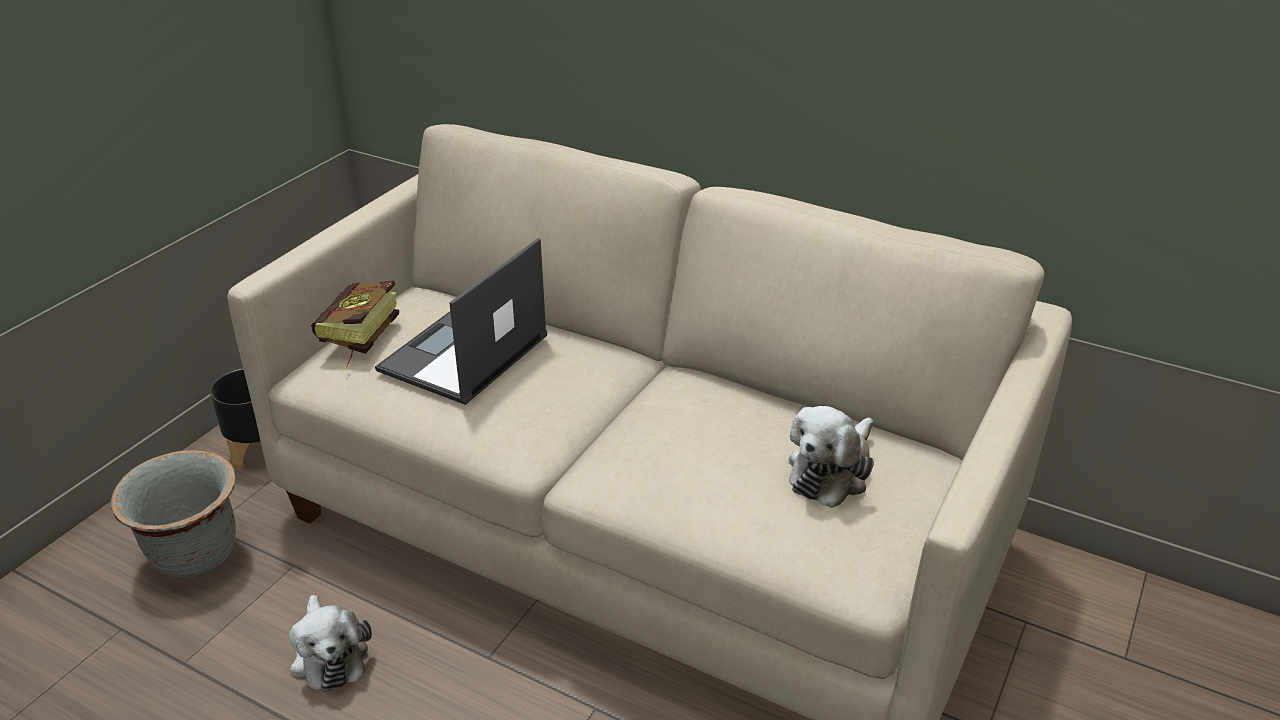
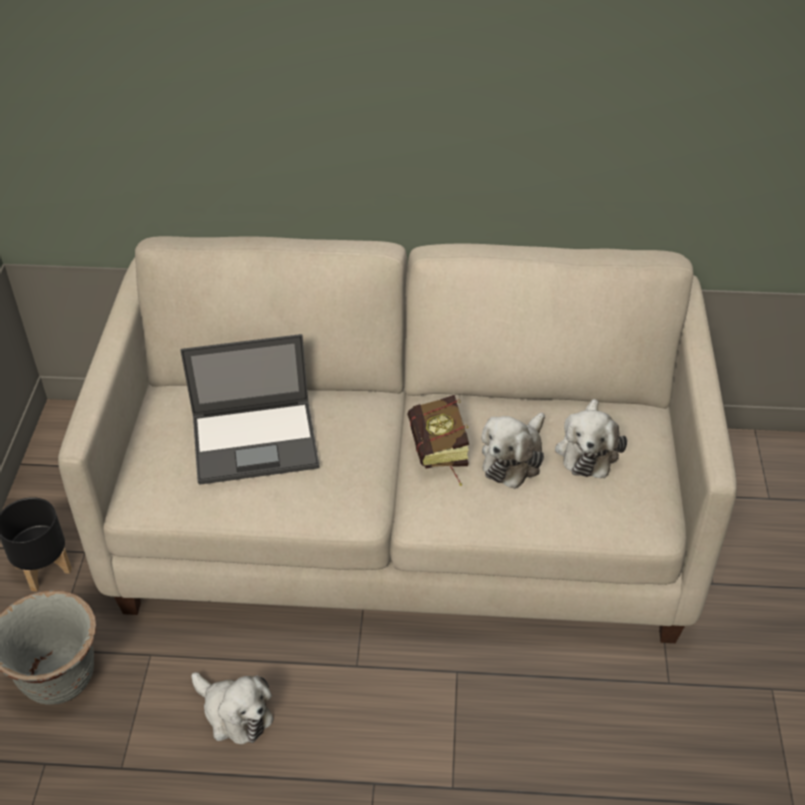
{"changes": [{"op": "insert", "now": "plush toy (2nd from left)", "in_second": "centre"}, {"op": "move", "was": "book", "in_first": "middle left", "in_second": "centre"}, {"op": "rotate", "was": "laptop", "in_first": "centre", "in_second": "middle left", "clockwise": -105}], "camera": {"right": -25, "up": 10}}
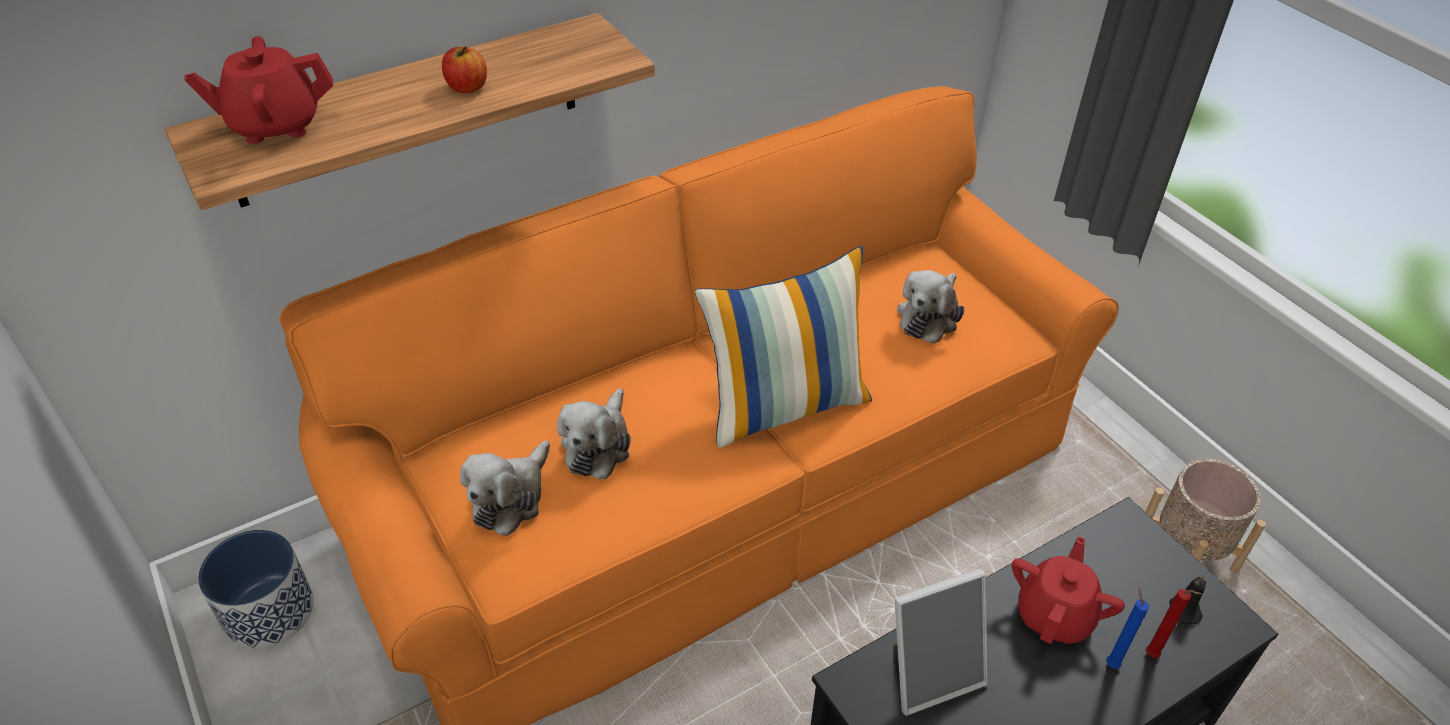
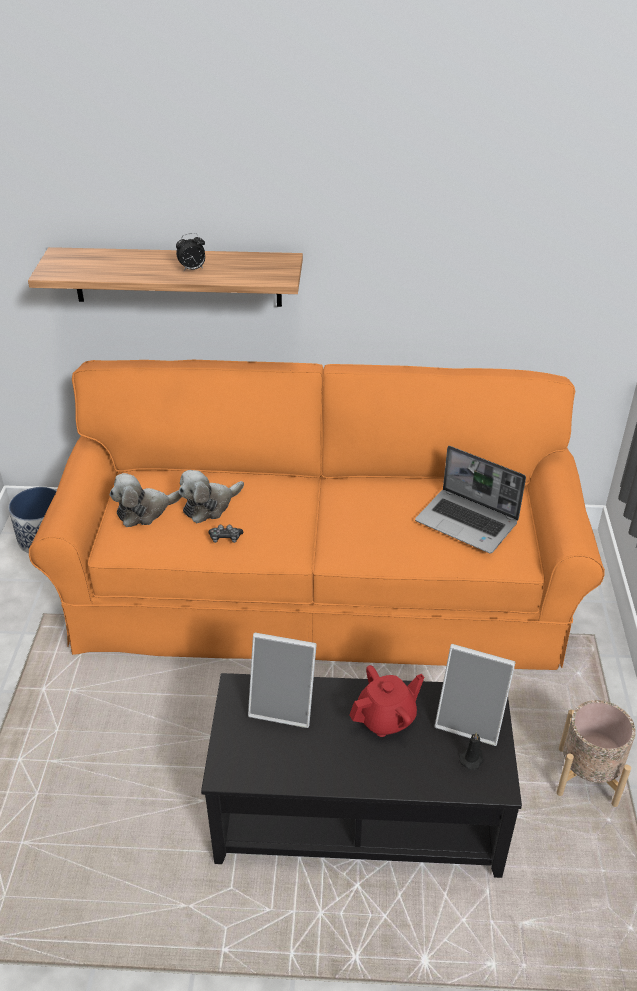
{"changes": [{"op": "delete", "was": "red teapot (1st from left)", "in_first": "top left"}, {"op": "delete", "was": "pillow", "in_first": "centre"}, {"op": "delete", "was": "blue candle", "in_first": "bottom right"}, {"op": "delete", "was": "red candle", "in_first": "bottom right"}, {"op": "insert", "now": "game controller", "in_second": "centre"}, {"op": "insert", "now": "picture frame (2nd from left)", "in_second": "bottom right"}, {"op": "replace", "was": "apple", "now": "alarm clock", "in_first": "top left", "in_second": "top left"}, {"op": "replace", "was": "plush toy (3rd from left)", "now": "laptop", "in_first": "centre", "in_second": "middle right"}], "camera": {"right": 35, "up": -5}}
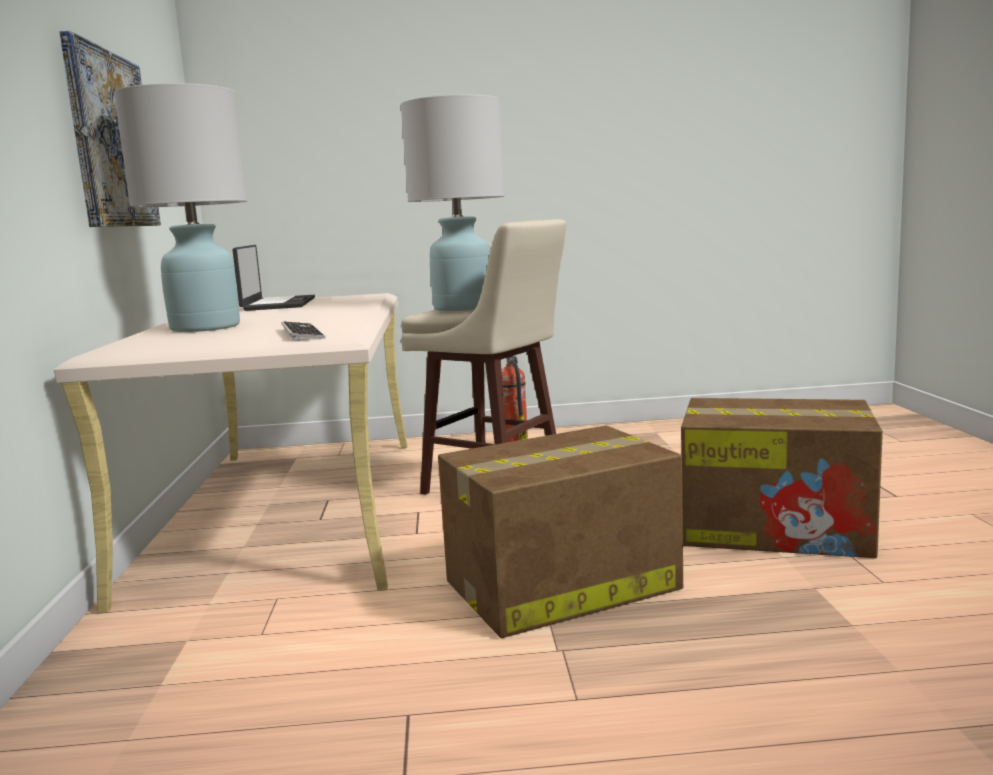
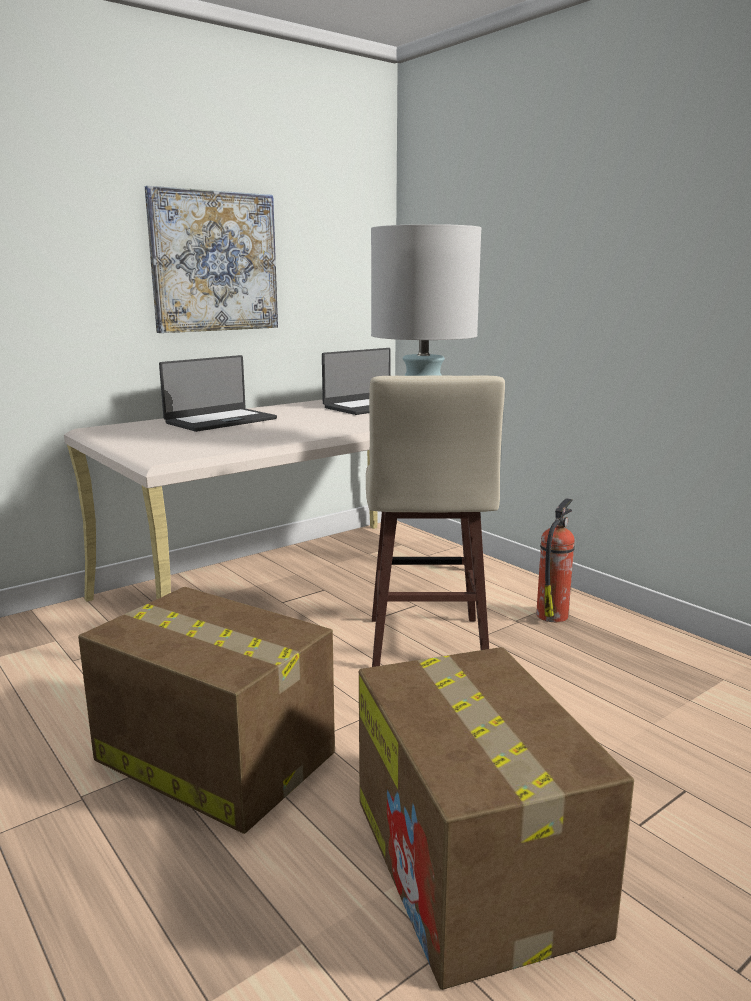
{"changes": [{"op": "delete", "was": "keyboard", "in_first": "middle left"}, {"op": "replace", "was": "white table lamp (1st from left)", "now": "laptop (1st from left)", "in_first": "top left", "in_second": "middle left"}], "camera": {"right": 55, "up": 5}}
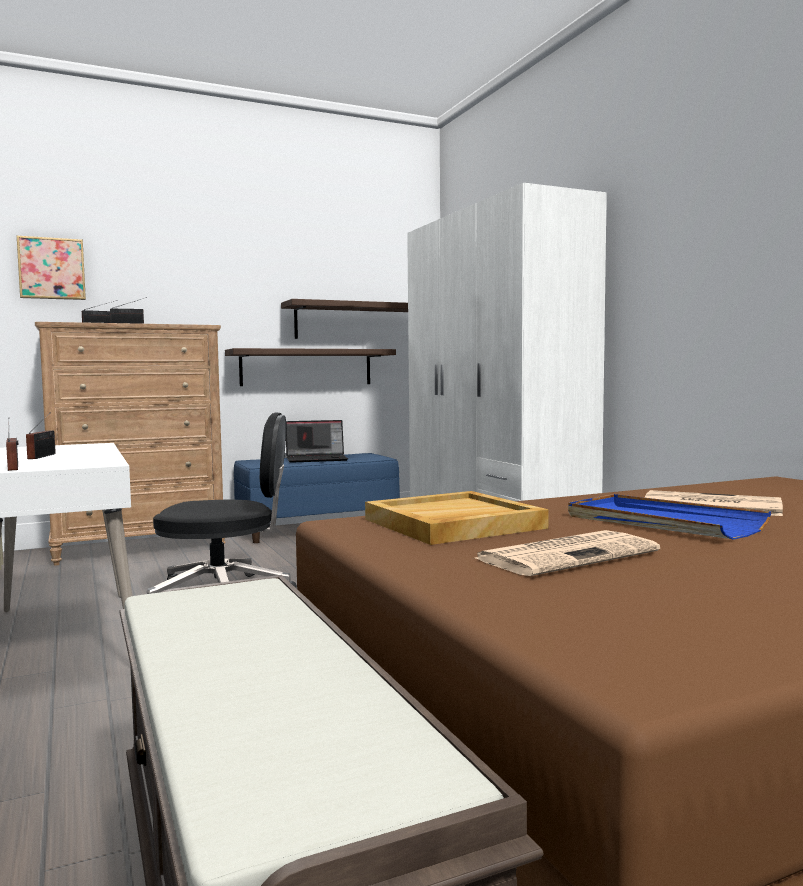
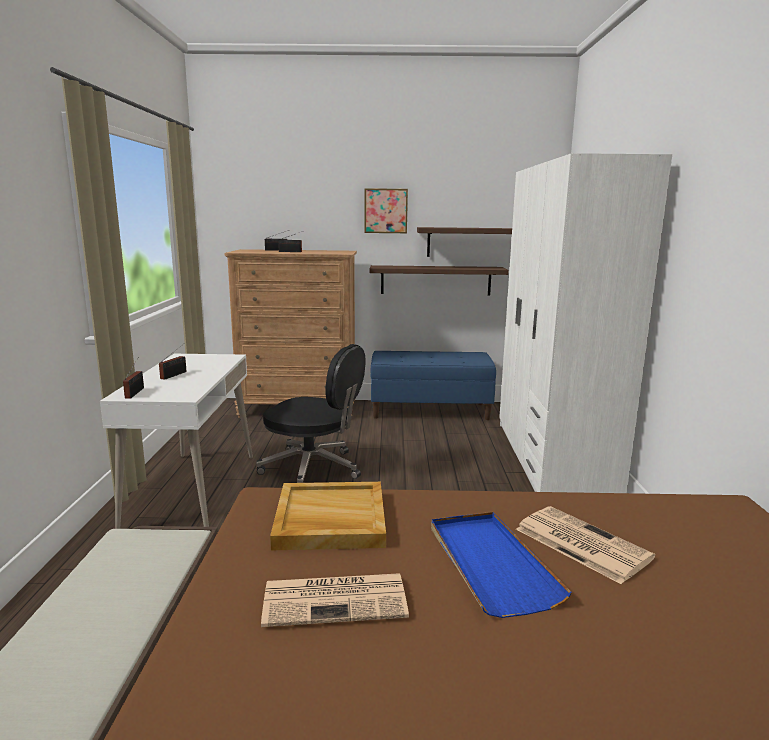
{"changes": [{"op": "delete", "was": "laptop", "in_first": "centre"}, {"op": "move", "was": "picture", "in_first": "top left", "in_second": "top centre"}], "camera": {"right": 25, "up": 10}}
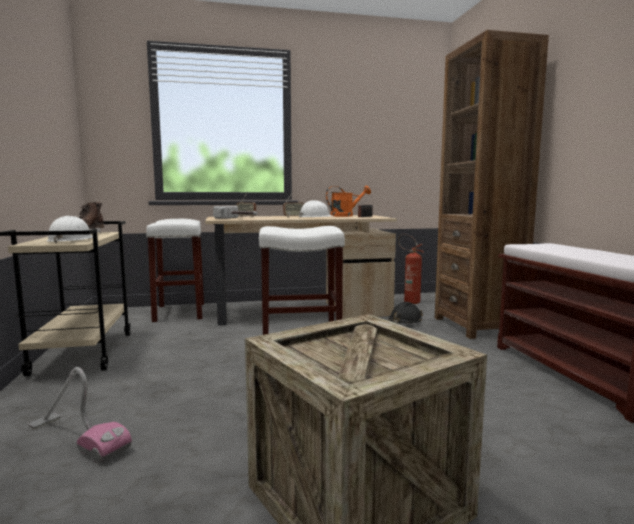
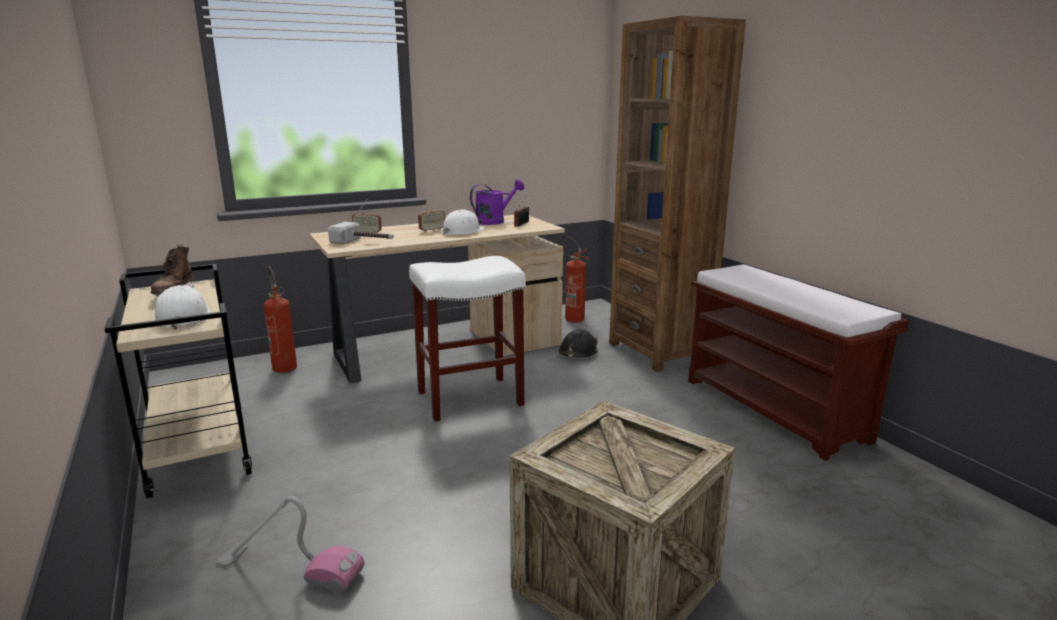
{"changes": [{"op": "replace", "was": "white stool (1st from left)", "now": "fire extinguisher (1st from left)", "in_first": "middle left", "in_second": "middle left"}, {"op": "recolor", "was": "orange watering can", "now": "purple watering can", "in_first": "centre", "in_second": "top centre"}], "camera": {"right": -15, "up": 10}}
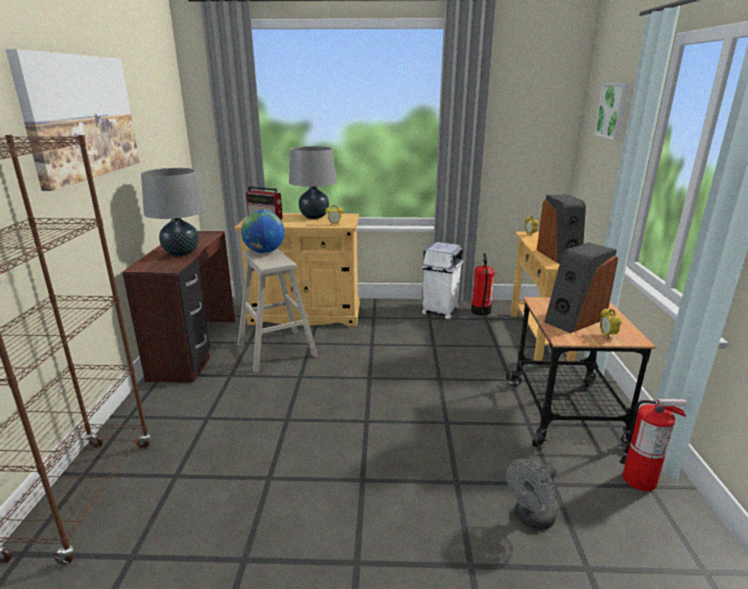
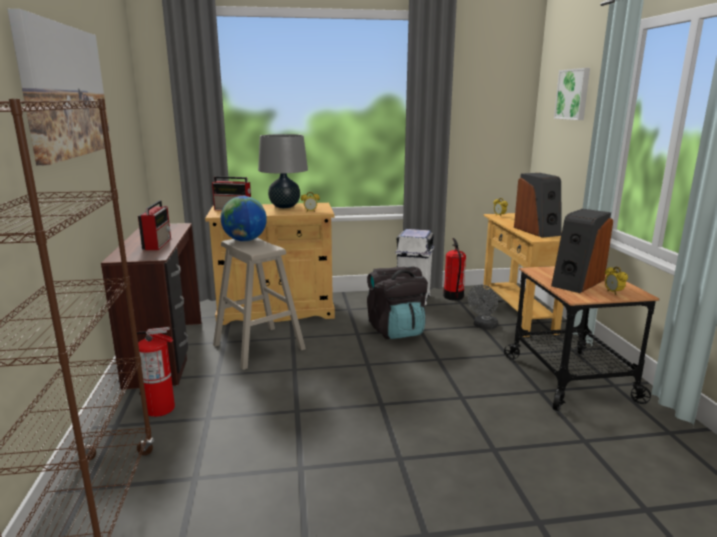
{"changes": [{"op": "insert", "now": "black backpack", "in_second": "centre"}, {"op": "move", "was": "grey fan", "in_first": "bottom right", "in_second": "middle right"}, {"op": "move", "was": "fire extinguisher (2nd from left in the first image)", "now": "fire extinguisher (1st from left)", "in_first": "bottom right", "in_second": "bottom left"}, {"op": "replace", "was": "grey table lamp (1st from left)", "now": "radio (1st from left)", "in_first": "middle left", "in_second": "middle left"}], "camera": {"right": -10, "up": -5}}
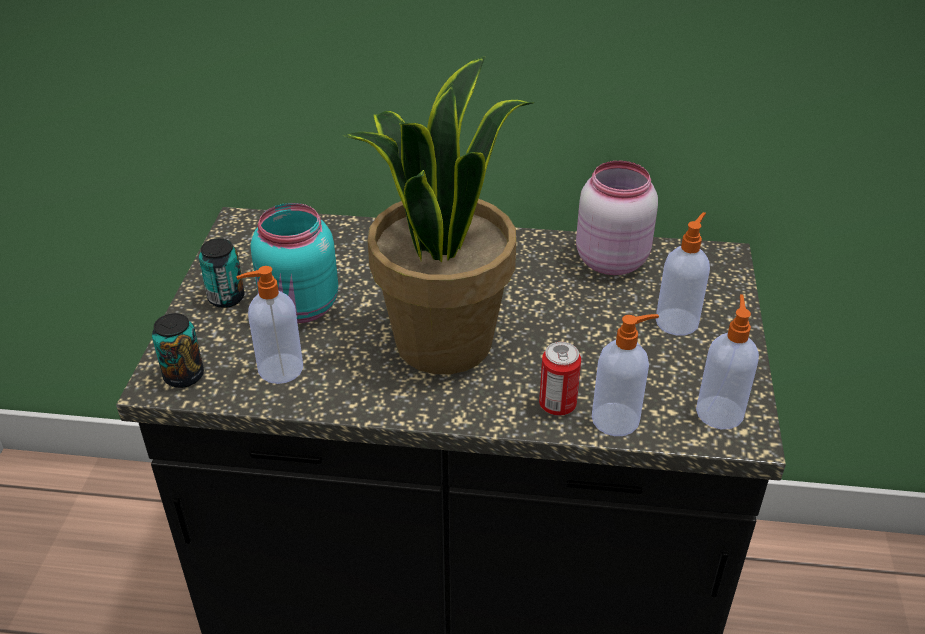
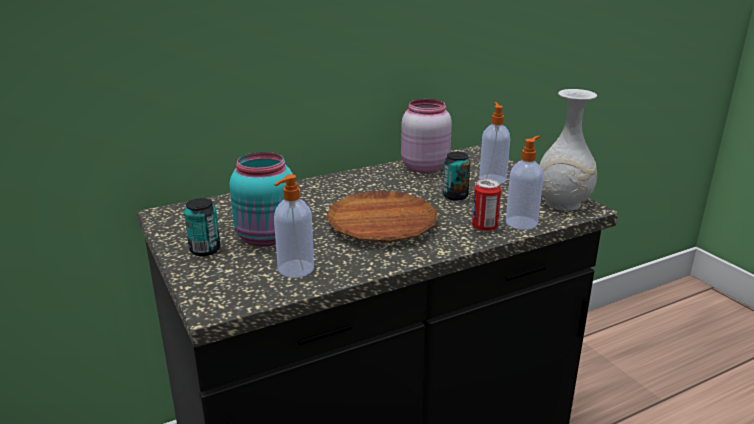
{"changes": [{"op": "move", "was": "can (1st from left in the first image)", "now": "can (2nd from left)", "in_first": "middle left", "in_second": "centre"}, {"op": "replace", "was": "potted plant", "now": "brown plate", "in_first": "centre", "in_second": "centre"}, {"op": "replace", "was": "soap dispenser (4th from left)", "now": "white vase", "in_first": "middle right", "in_second": "middle right"}], "camera": {"right": -35, "up": -15}}
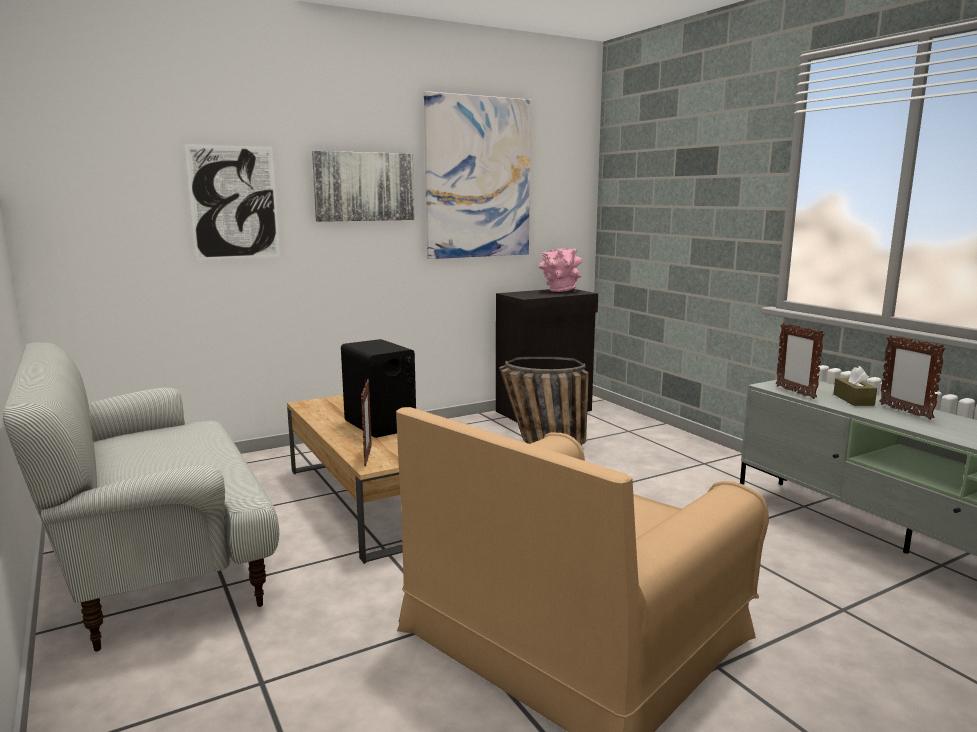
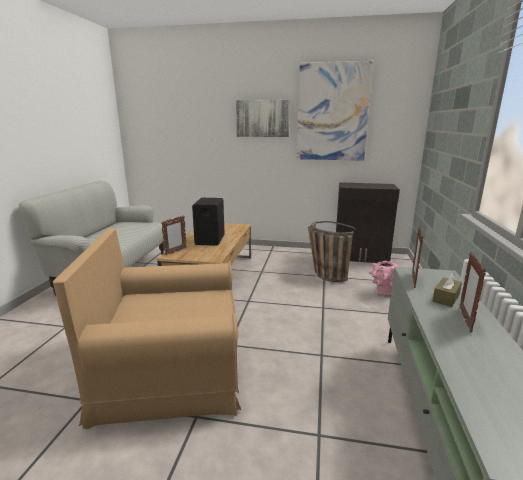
{"changes": [{"op": "delete", "was": "picture (1st from left)", "in_first": "top left"}, {"op": "move", "was": "pink vase", "in_first": "centre", "in_second": "middle right"}], "camera": {"right": 40, "up": 5}}
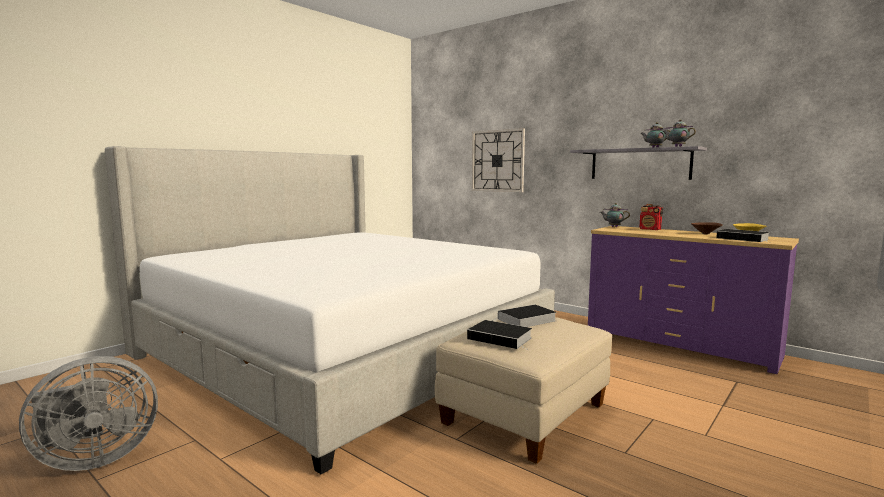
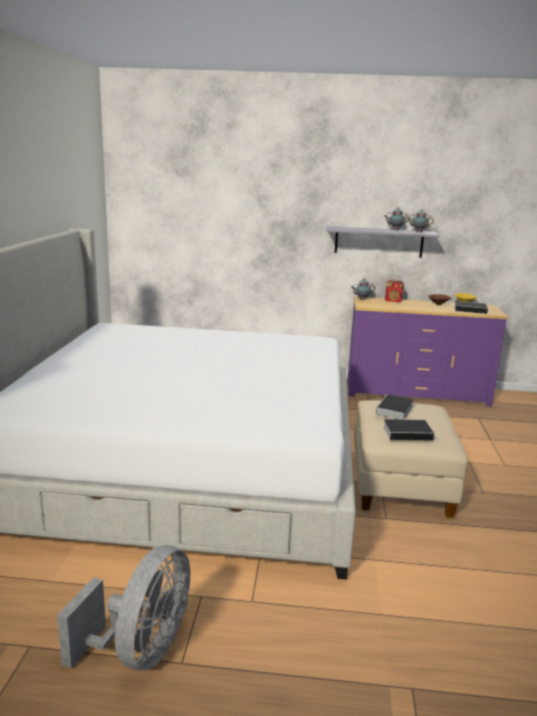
{"changes": [{"op": "delete", "was": "wall clock", "in_first": "top centre"}], "camera": {"right": -35, "up": 10}}
